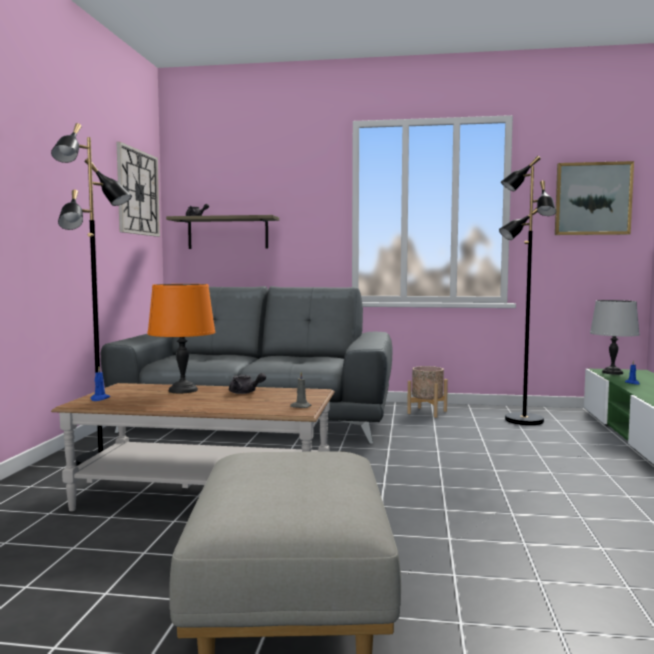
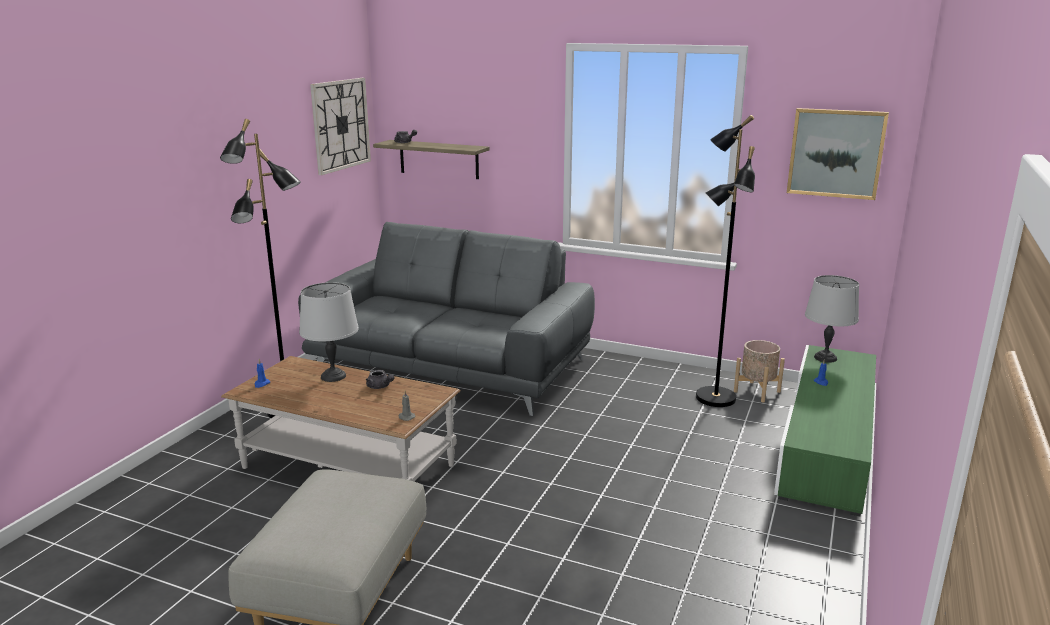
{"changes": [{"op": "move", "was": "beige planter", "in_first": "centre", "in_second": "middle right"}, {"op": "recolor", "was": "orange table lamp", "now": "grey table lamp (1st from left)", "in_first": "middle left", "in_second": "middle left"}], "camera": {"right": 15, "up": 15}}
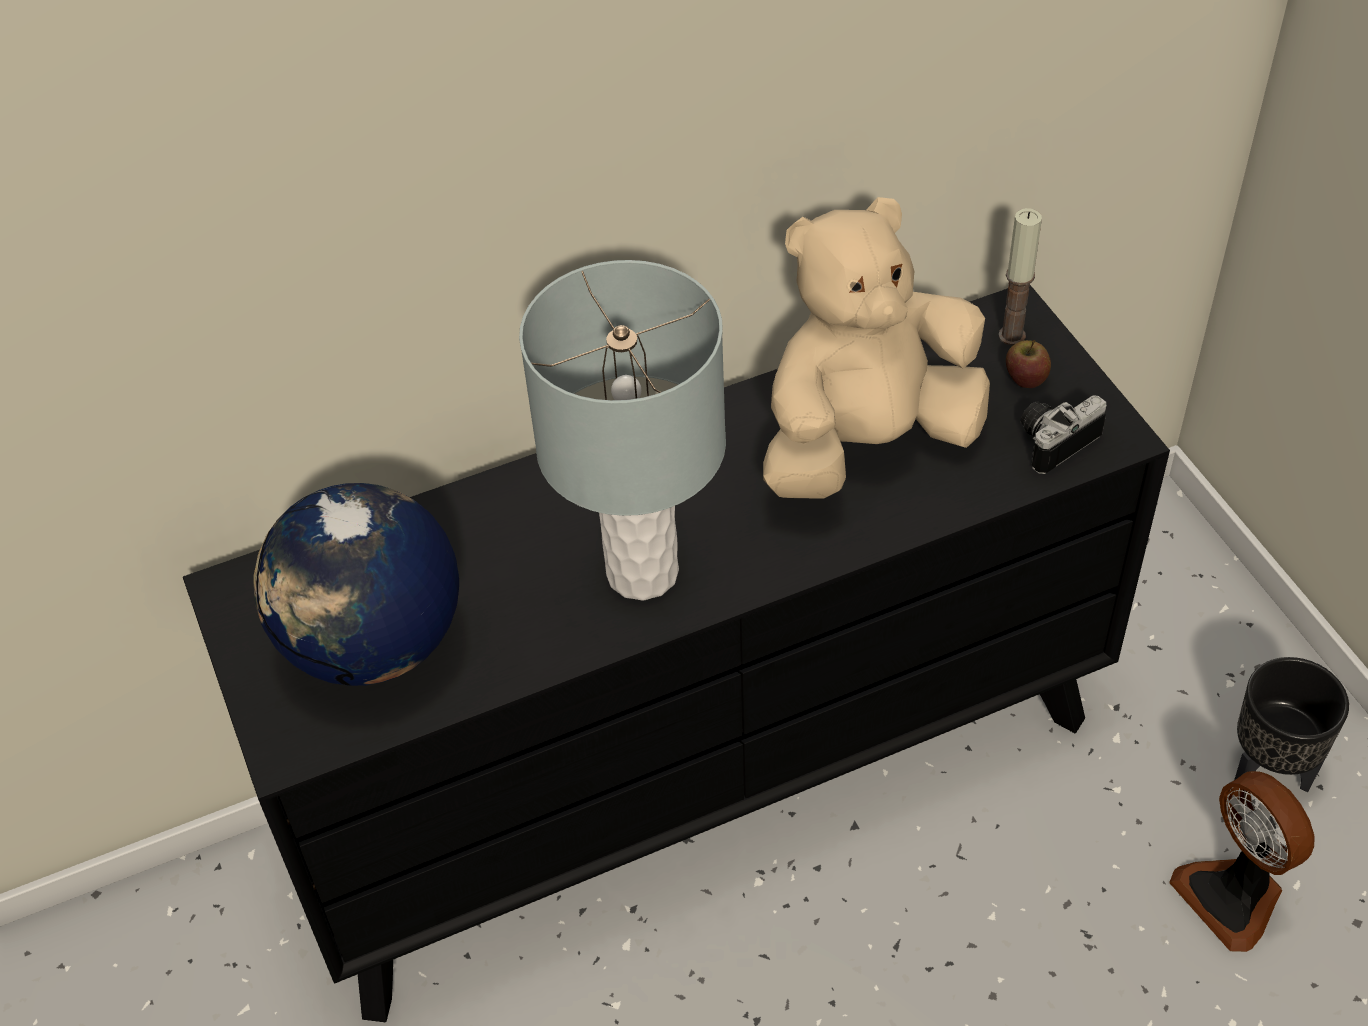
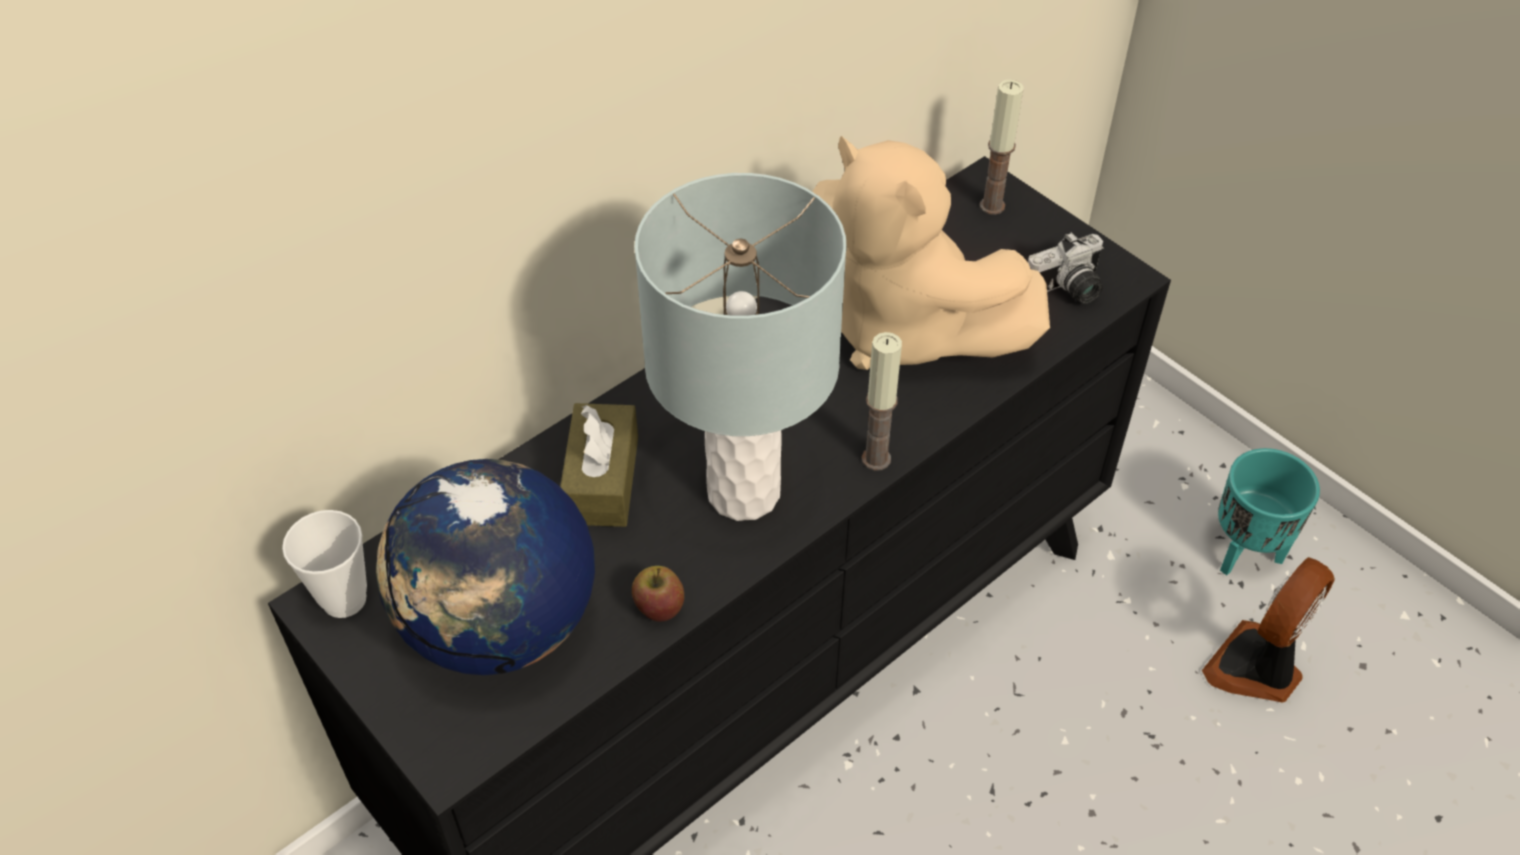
{"changes": [{"op": "insert", "now": "cup", "in_second": "middle left"}, {"op": "insert", "now": "brown tissue box", "in_second": "centre"}, {"op": "insert", "now": "candle (1st from left)", "in_second": "centre"}, {"op": "move", "was": "apple", "in_first": "middle right", "in_second": "bottom centre"}, {"op": "recolor", "was": "black planter", "now": "turquoise planter", "in_first": "bottom right", "in_second": "middle right"}, {"op": "rotate", "was": "beige plush toy", "in_first": "centre", "in_second": "top centre", "clockwise": -90}, {"op": "rotate", "was": "photo camera", "in_first": "middle right", "in_second": "top right", "clockwise": -150}, {"op": "rotate", "was": "fan", "in_first": "bottom right", "in_second": "bottom right", "clockwise": 90}], "camera": {"right": -20, "up": 0}}
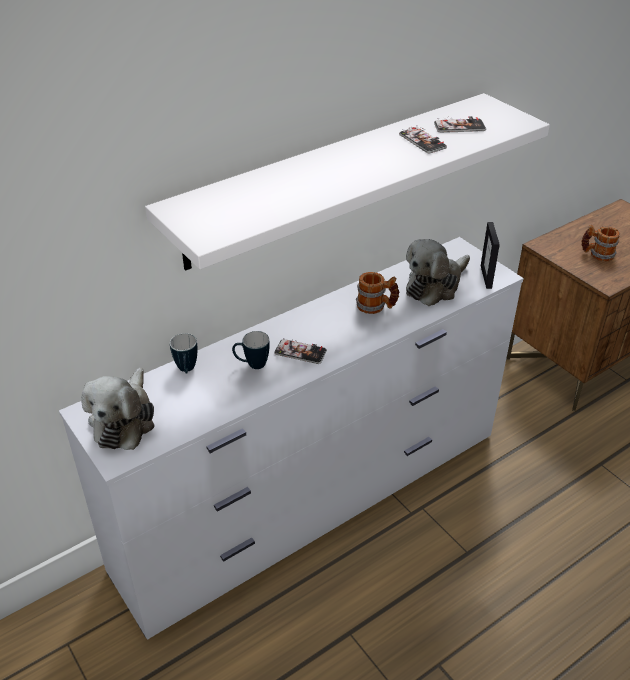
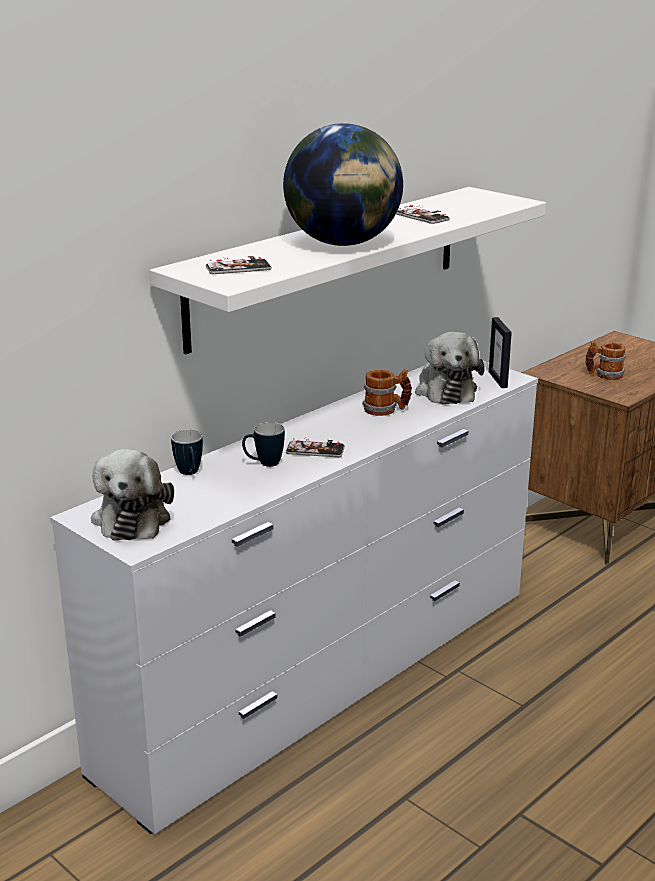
{"changes": [{"op": "insert", "now": "globe", "in_second": "top centre"}, {"op": "move", "was": "phone (3rd from left in the first image)", "now": "phone (1st from left)", "in_first": "top right", "in_second": "top centre"}, {"op": "rotate", "was": "plush toy (2nd from left)", "in_first": "middle right", "in_second": "middle right", "clockwise": -45}], "camera": {"right": -10, "up": -15}}
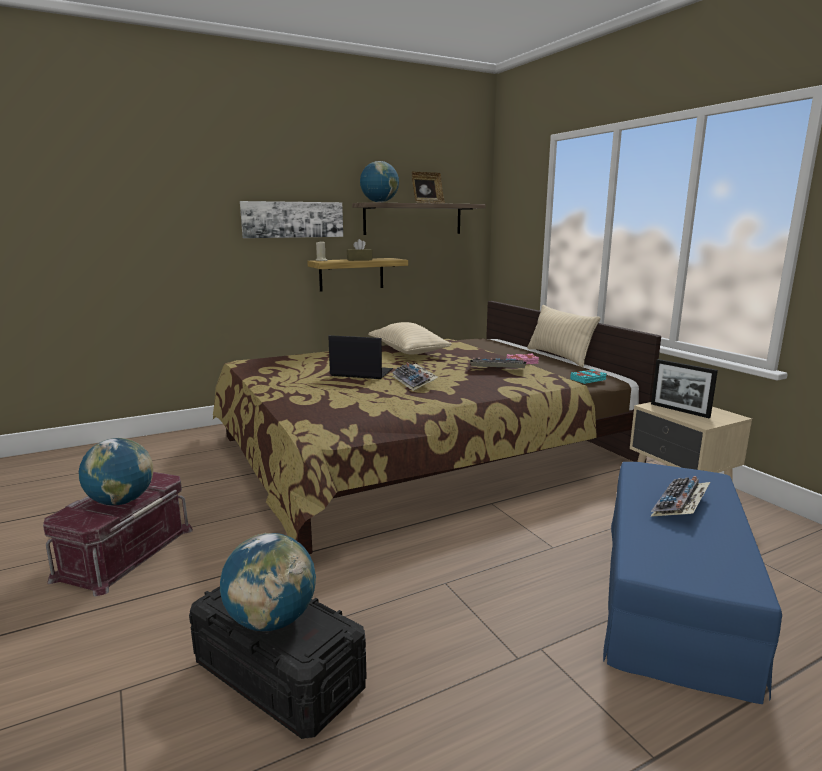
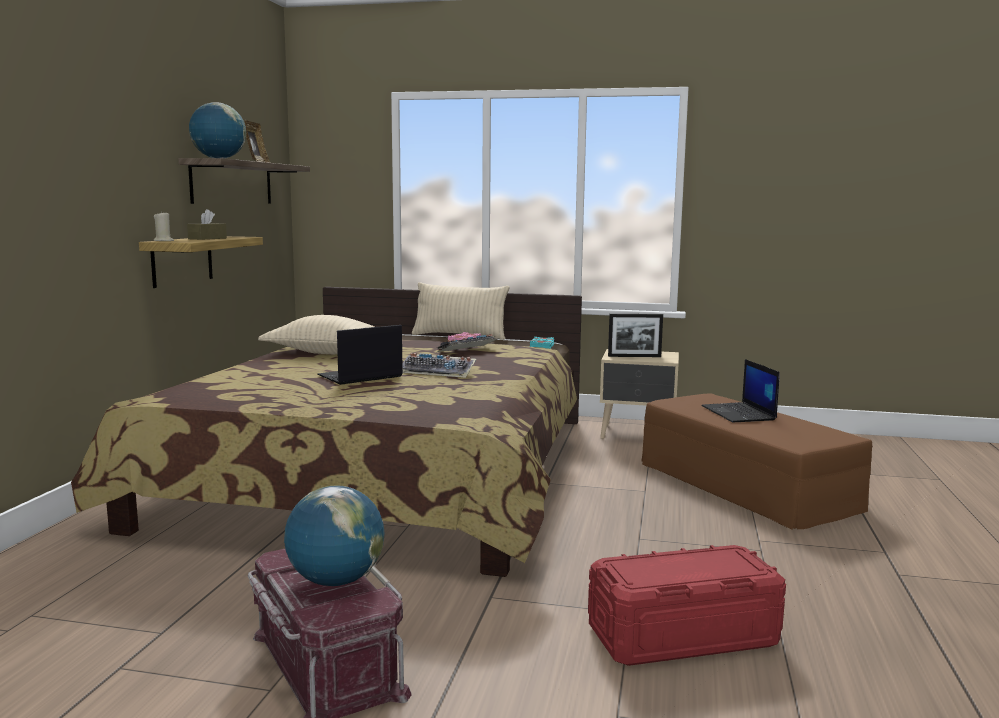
{"changes": [{"op": "delete", "was": "globe (2nd from left)", "in_first": "bottom left"}, {"op": "delete", "was": "picture", "in_first": "top centre"}, {"op": "replace", "was": "keyboard (3rd from left)", "now": "laptop (2nd from left)", "in_first": "middle right", "in_second": "middle right"}, {"op": "recolor", "was": "black storage box", "now": "red storage box (2nd from left)", "in_first": "bottom centre", "in_second": "bottom right"}, {"op": "recolor", "was": "blue ottoman", "now": "brown ottoman", "in_first": "bottom right", "in_second": "middle right"}], "camera": {"right": -50, "up": -5}}
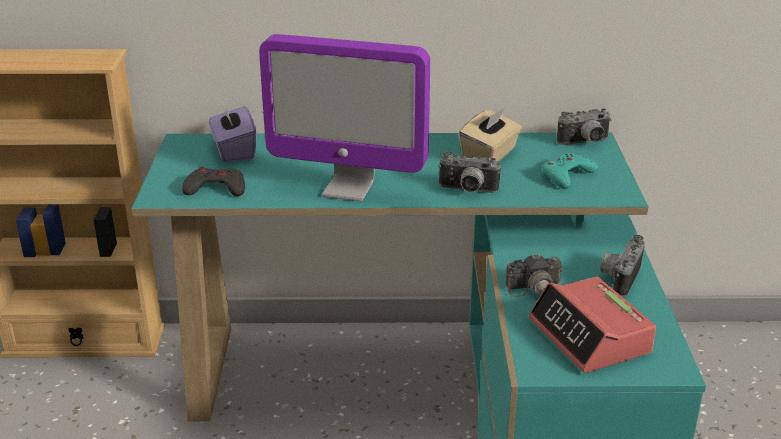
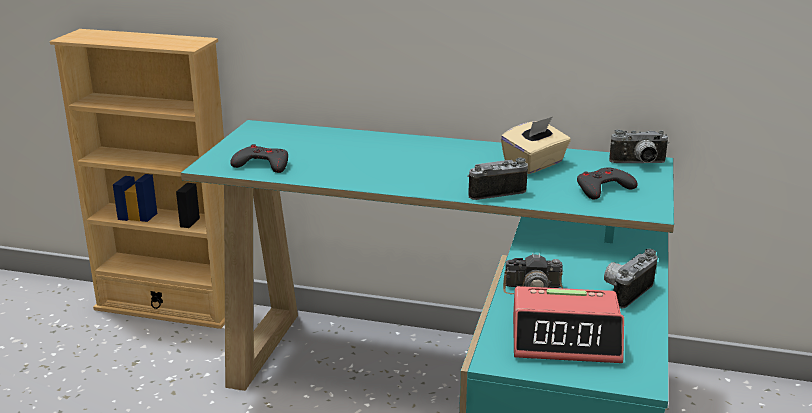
{"changes": [{"op": "delete", "was": "purple tissue box", "in_first": "top left"}, {"op": "delete", "was": "monitor", "in_first": "top centre"}, {"op": "recolor", "was": "turquoise game controller", "now": "grey game controller (2nd from left)", "in_first": "middle right", "in_second": "middle right"}, {"op": "rotate", "was": "photo camera (1st from left)", "in_first": "centre", "in_second": "centre", "clockwise": 135}, {"op": "rotate", "was": "alarm clock", "in_first": "bottom right", "in_second": "bottom right", "clockwise": -75}], "camera": {"right": 15, "up": -5}}
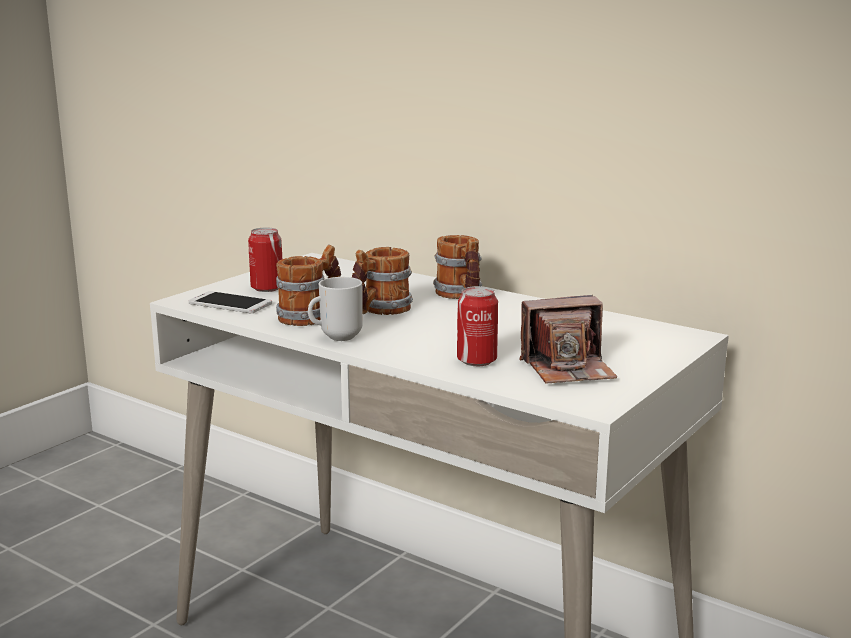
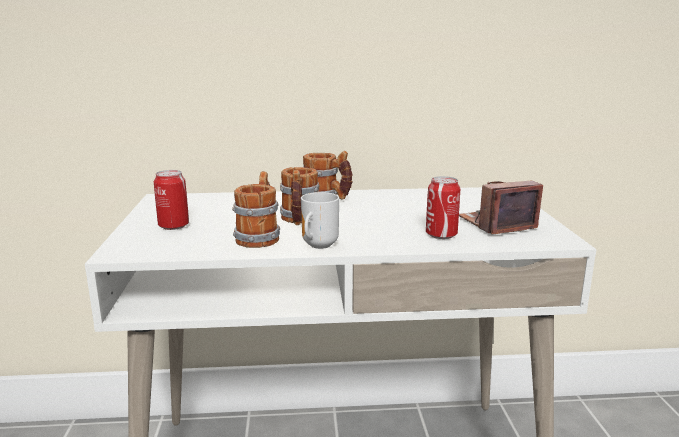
{"changes": [{"op": "delete", "was": "phone", "in_first": "middle left"}, {"op": "rotate", "was": "photo camera", "in_first": "middle right", "in_second": "middle right", "clockwise": -150}], "camera": {"right": -40, "up": 0}}
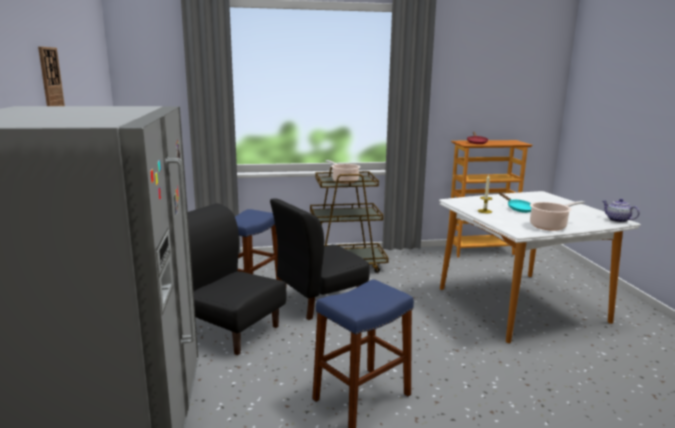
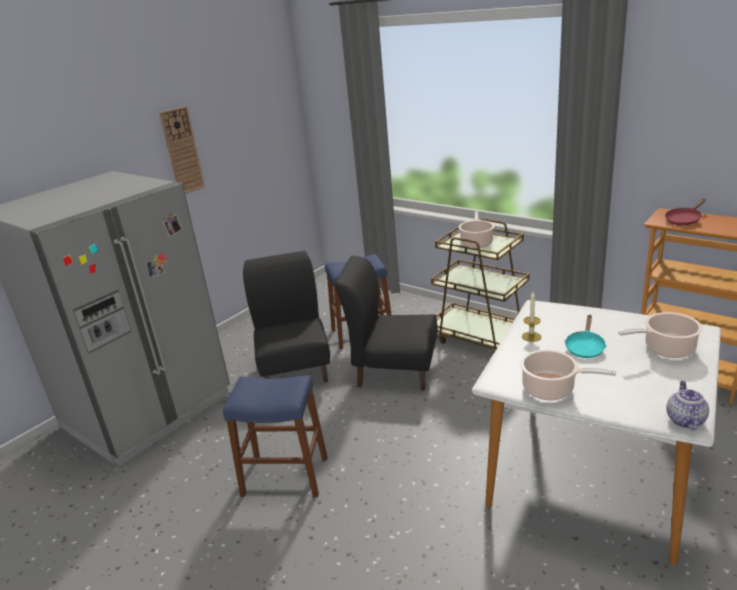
{"changes": [{"op": "insert", "now": "cooking pot (3rd from left)", "in_second": "middle right"}], "camera": {"right": 50, "up": 10}}
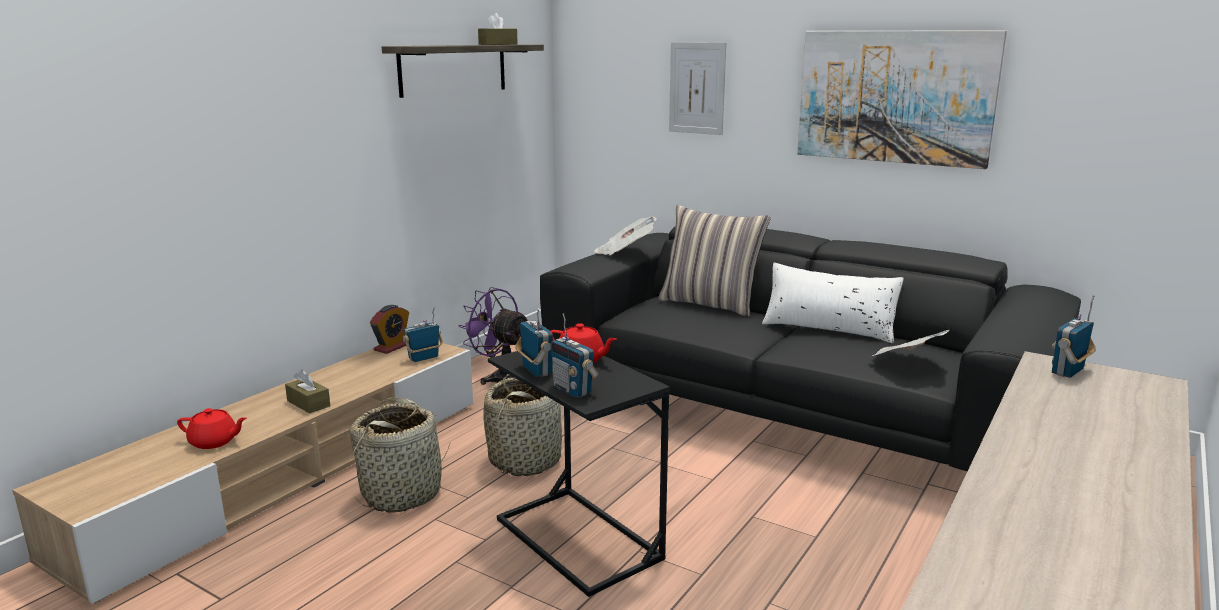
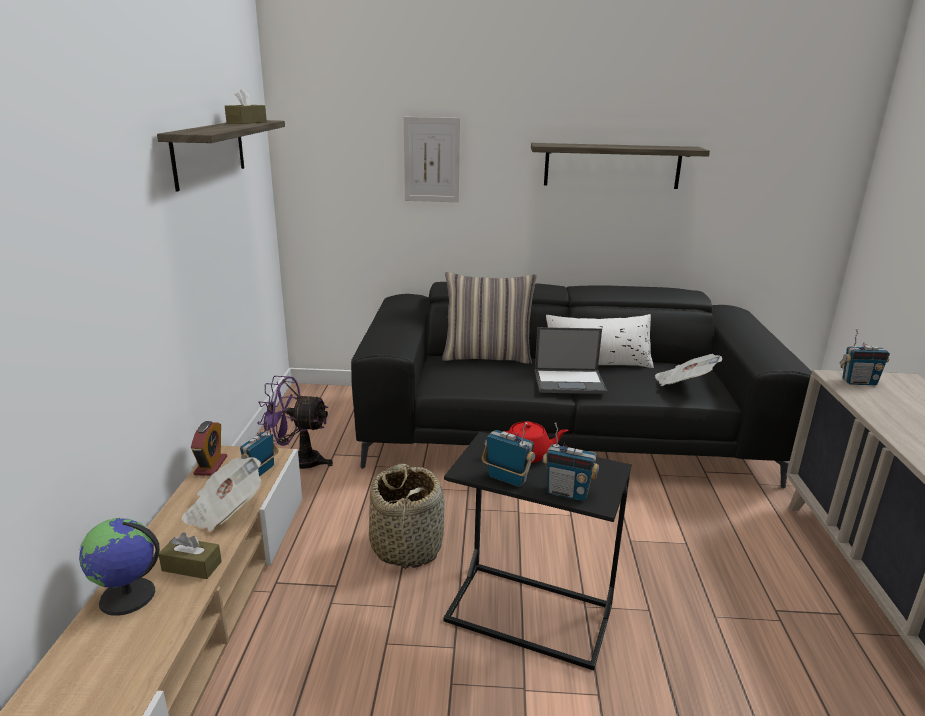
{"changes": [{"op": "delete", "was": "red teapot (1st from left)", "in_first": "bottom left"}, {"op": "delete", "was": "basket (1st from left)", "in_first": "bottom left"}, {"op": "insert", "now": "globe", "in_second": "bottom left"}, {"op": "insert", "now": "laptop", "in_second": "centre"}, {"op": "move", "was": "newspaper (1st from left)", "in_first": "centre", "in_second": "bottom left"}, {"op": "replace", "was": "picture (2nd from left)", "now": "shelf (2nd from left)", "in_first": "top right", "in_second": "top right"}, {"op": "rotate", "was": "radio (4th from left)", "in_first": "middle right", "in_second": "middle right", "clockwise": -105}], "camera": {"right": -30, "up": 5}}
